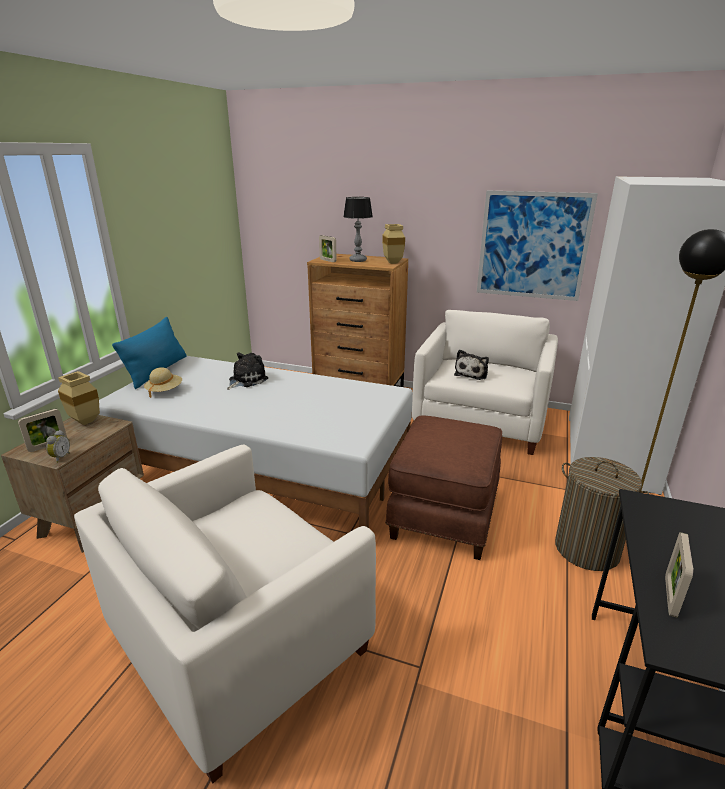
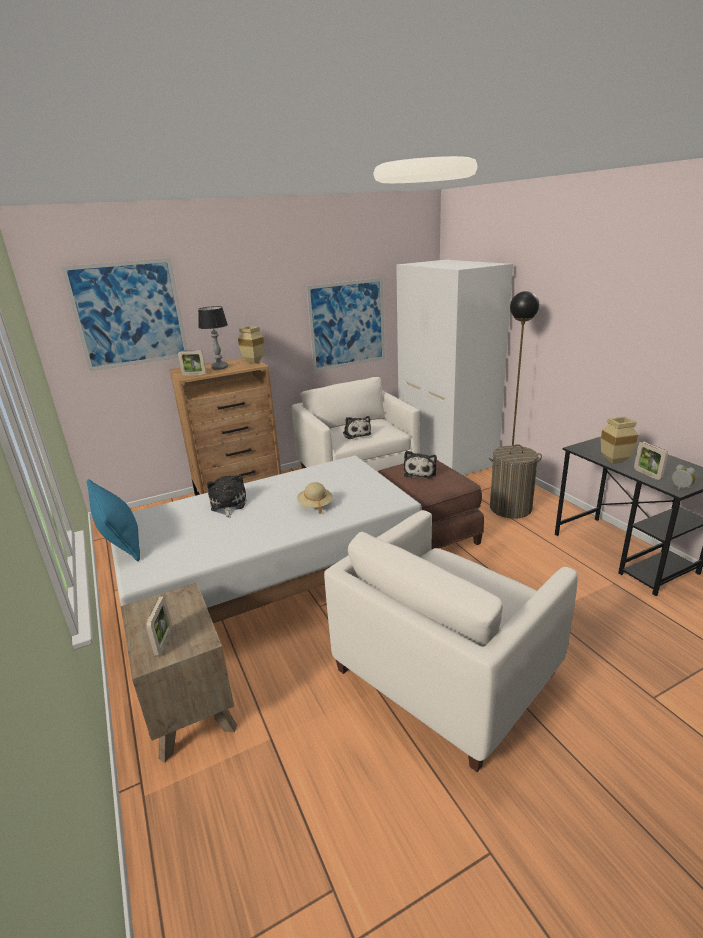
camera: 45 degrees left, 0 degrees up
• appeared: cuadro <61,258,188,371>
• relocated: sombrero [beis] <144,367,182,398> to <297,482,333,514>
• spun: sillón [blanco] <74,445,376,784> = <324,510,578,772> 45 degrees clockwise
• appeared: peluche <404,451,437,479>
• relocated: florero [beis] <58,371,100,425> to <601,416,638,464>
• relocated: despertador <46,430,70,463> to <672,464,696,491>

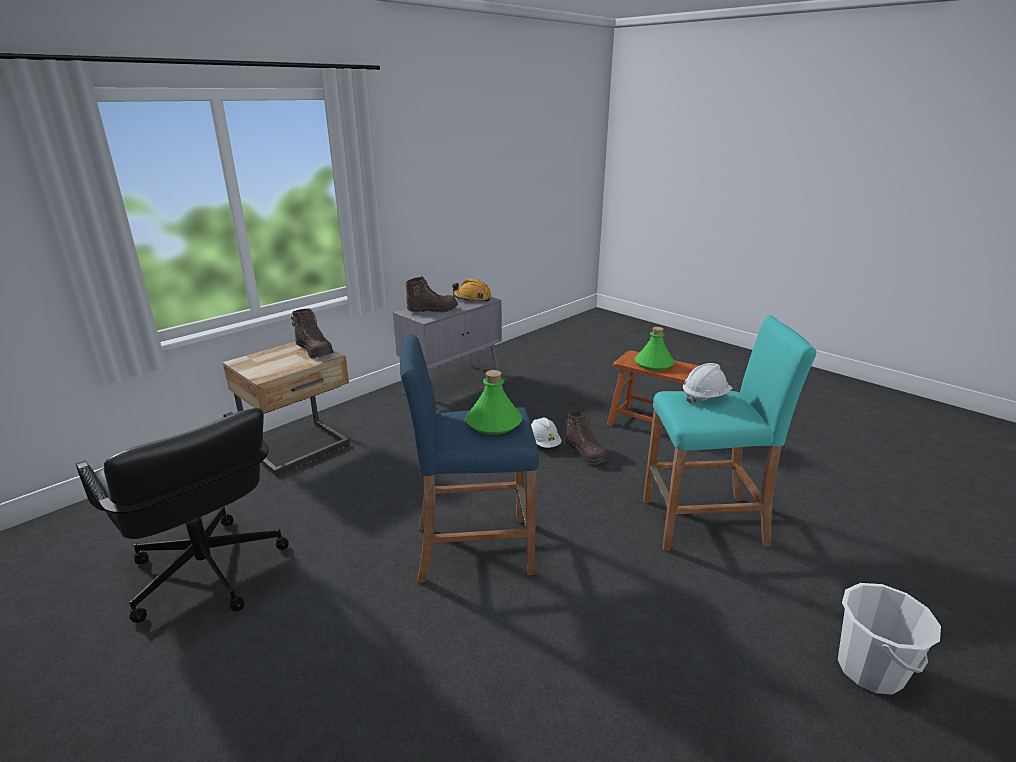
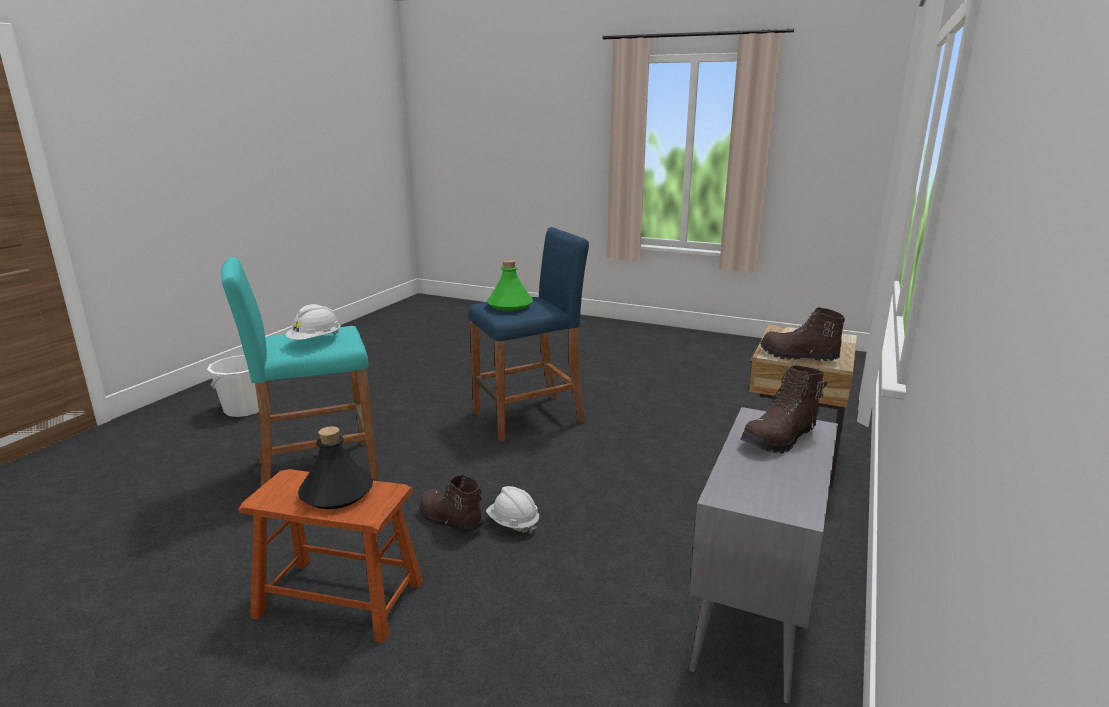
camera: 160 degrees right, 5 degrees down
• colour: botella [verde] <635,327,674,371> to botella [negro] <298,426,373,509>
• missing: silla de oficina [negro] <76,408,289,623>
• missing: casco [naranja] <452,279,492,302>

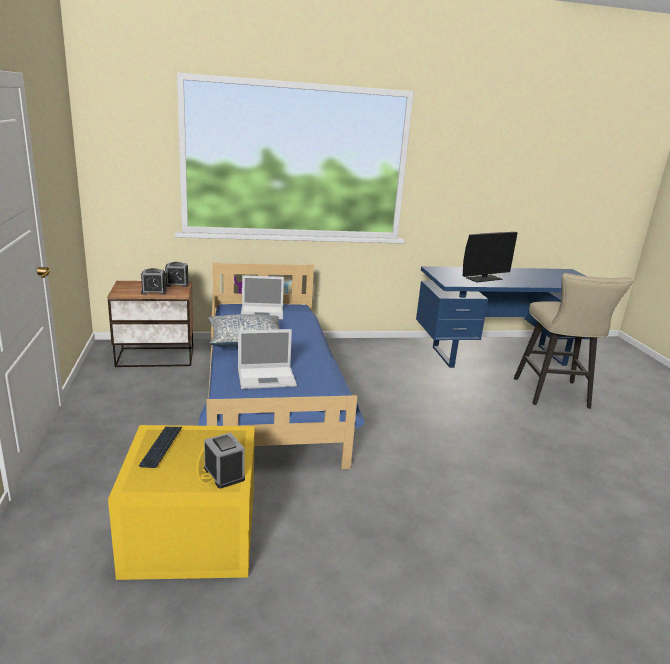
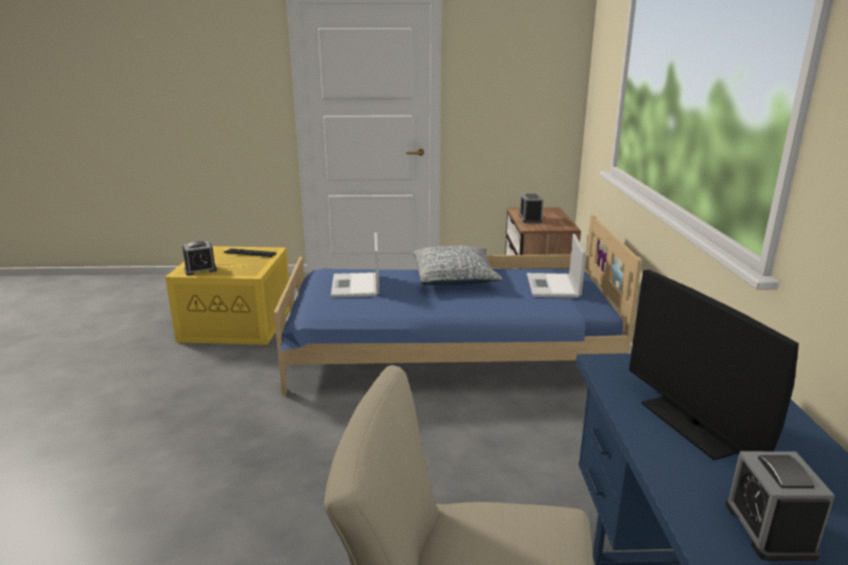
camera: 100 degrees right, 0 degrees up
• relocated: despertador <165,262,189,287> to <726,451,835,561>

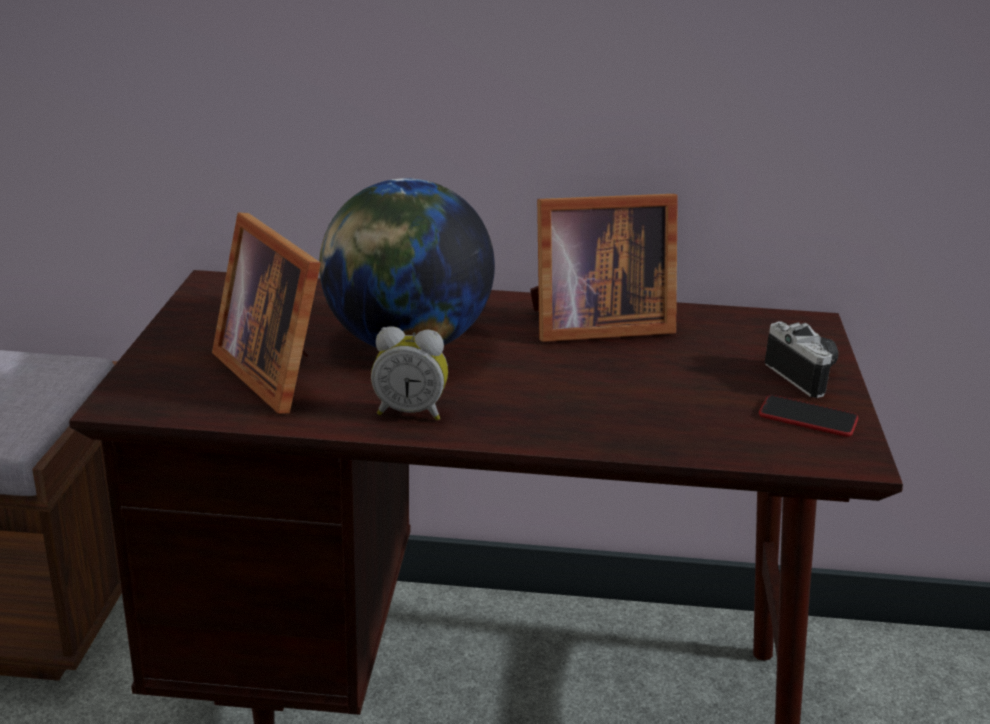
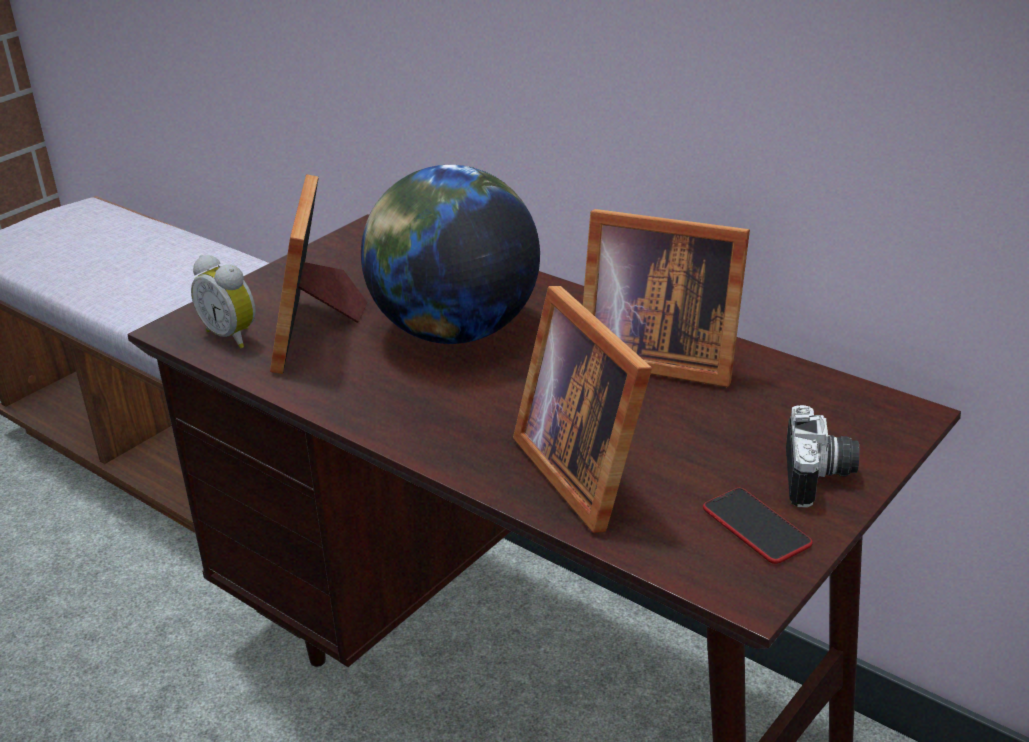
camera: 35 degrees right, 5 degrees up
• relocated: despertador <371,326,448,420> to <191,255,255,348>
• appeared: portarretratos <513,286,652,533>

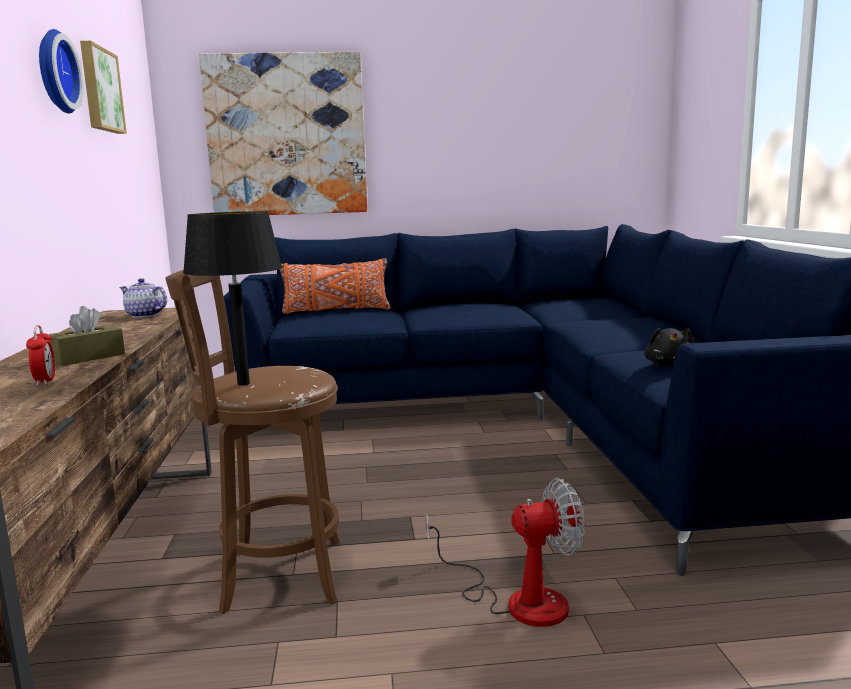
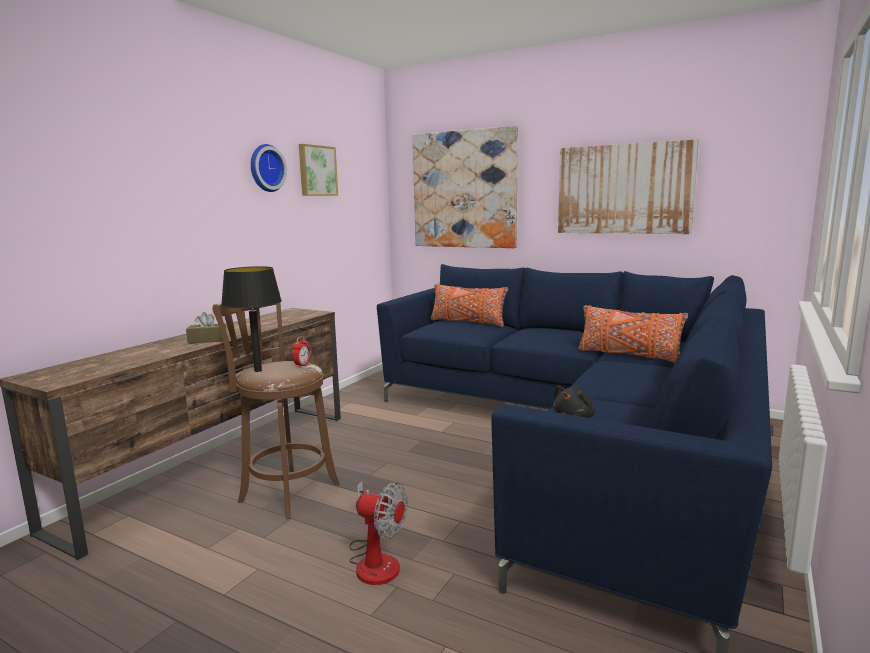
camera: 35 degrees right, 0 degrees up
• relocated: despertador <26,325,55,386> to <293,336,310,368>
• appeared: cuadro <558,139,699,234>
• appeared: cojín [naranja] <579,305,688,363>
• missing: tetera <119,278,167,318>

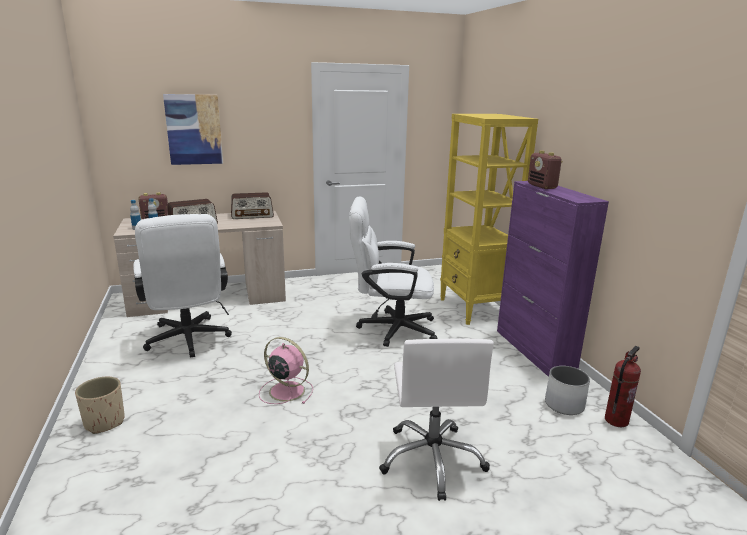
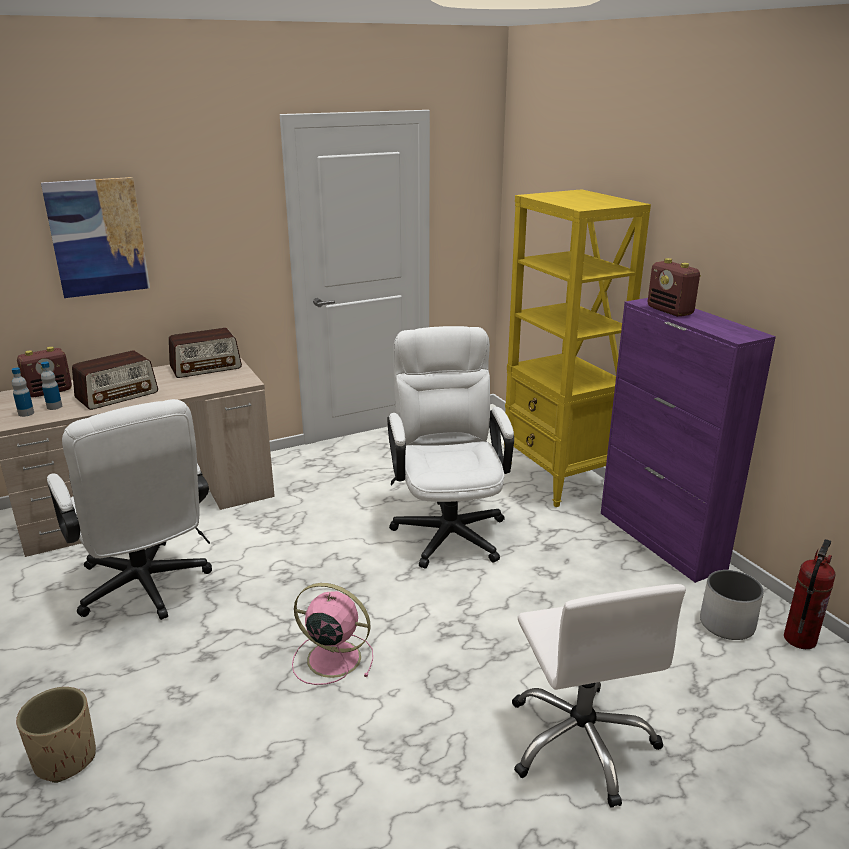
camera: 10 degrees left, 5 degrees up
• spun: silla de oficina [blanco] <349,196,437,347> = <387,326,514,569> 90 degrees clockwise

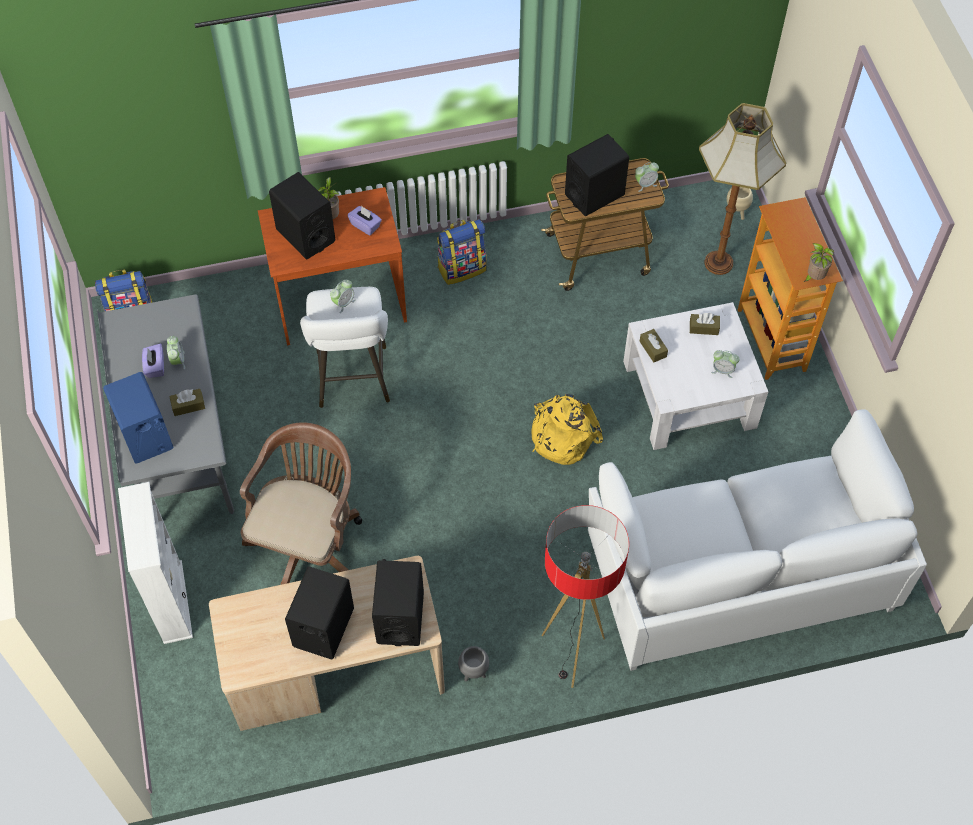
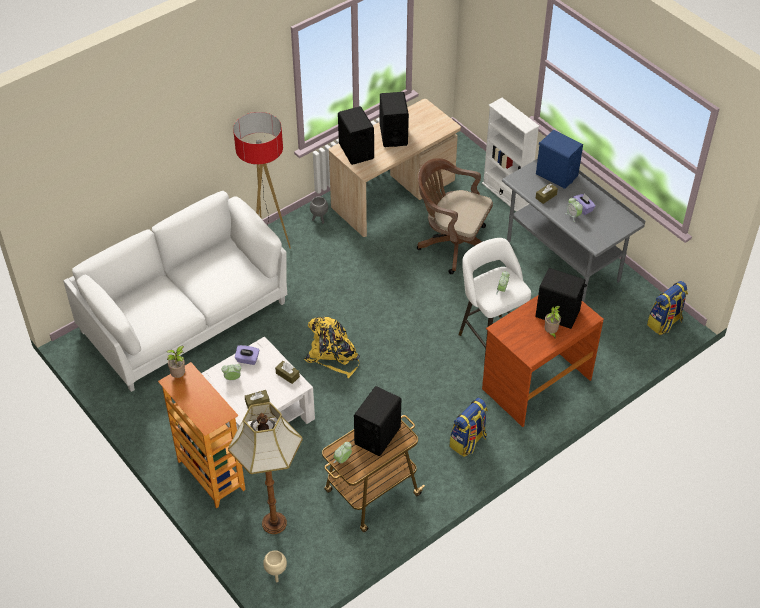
camera: 155 degrees right, 10 degrees down
• relocated: caja de pañuelos [morado] <348,206,382,235> to <235,345,260,365>
• spun: silla de oficina [marrón] <240,422,362,585> = <417,158,493,274> 120 degrees clockwise

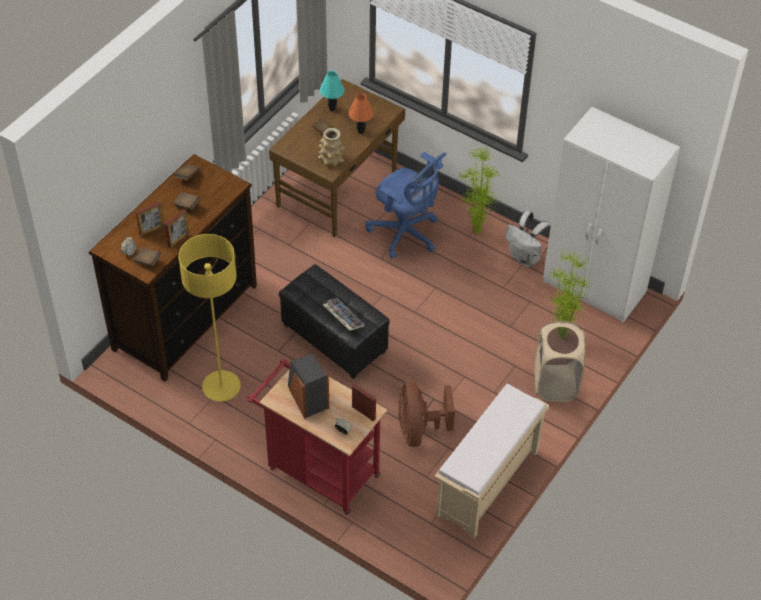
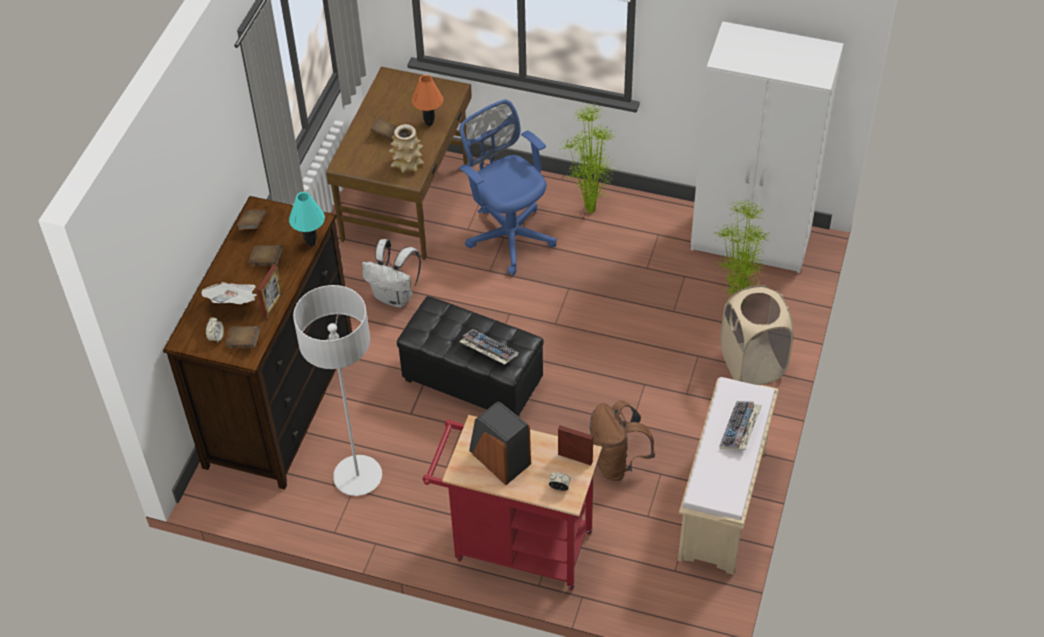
camera: 15 degrees left, 0 degrees up
• exchanged: portarretratos <136,202,165,236> to periódico <201,282,257,304>
• relocated: lámpara de mesa [turquesa] <320,71,345,111> to <289,192,325,246>
• colour: lámpara de pie [amarillo] <178,234,241,401> to lámpara de pie [gris] <293,285,382,496>
• relocated: mochila [blanco] <505,211,551,267> to <362,239,421,308>
• spun: silla de oficina [azul] <366,152,447,259> = <459,100,557,276> 150 degrees counterclockwise
• exchanged: ventilador [marrón] <398,381,455,447> to mochila [marrón] <589,401,655,481>
• appeared: teclado <719,401,762,450>

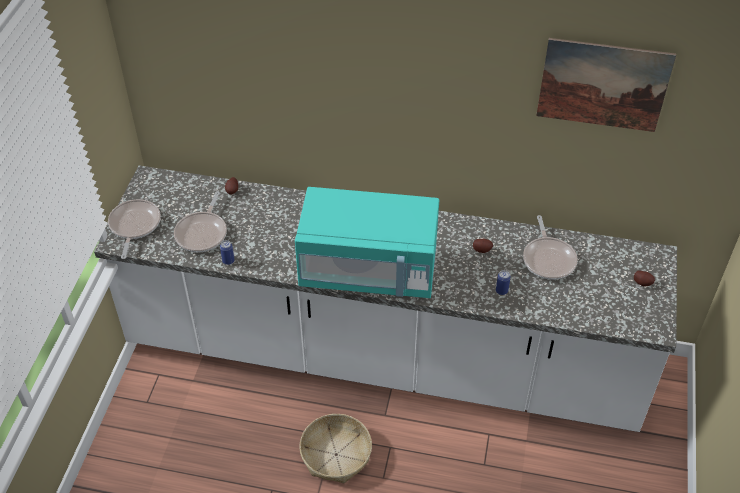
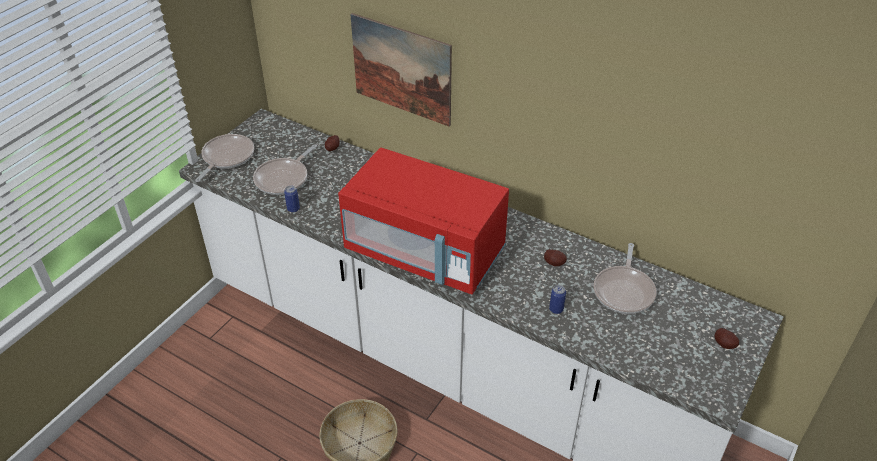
camera: 20 degrees right, 5 degrees down
• colour: microondas [turquesa] <295,187,439,298> to microondas [rojo] <338,148,509,295>
• relocated: cuadro <536,38,676,132> to <350,13,452,127>

